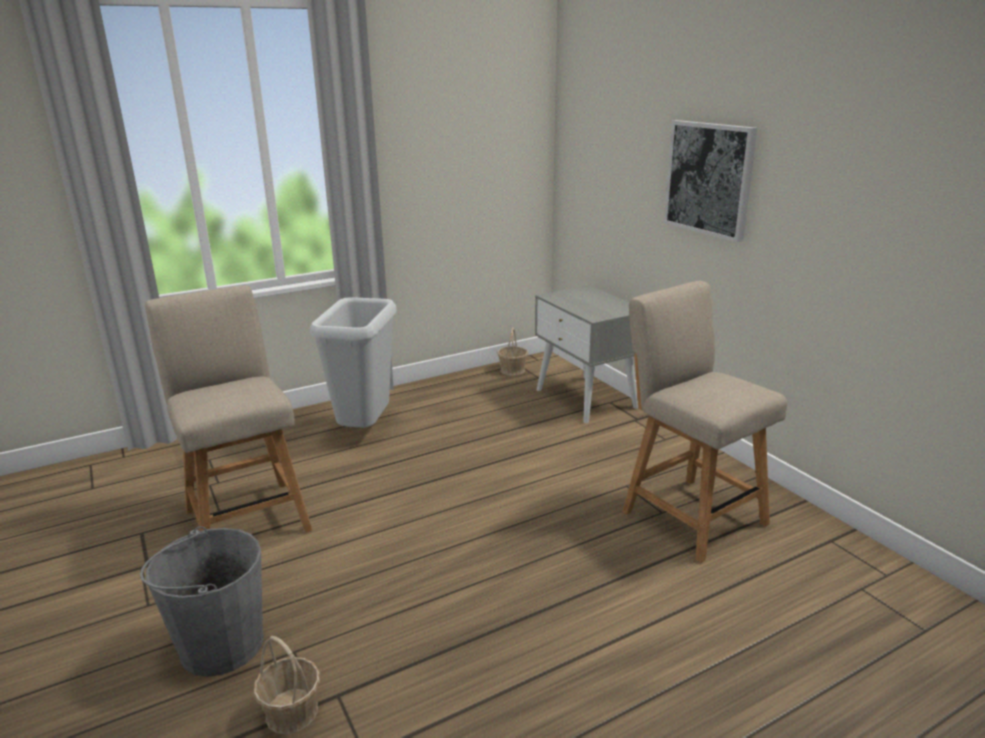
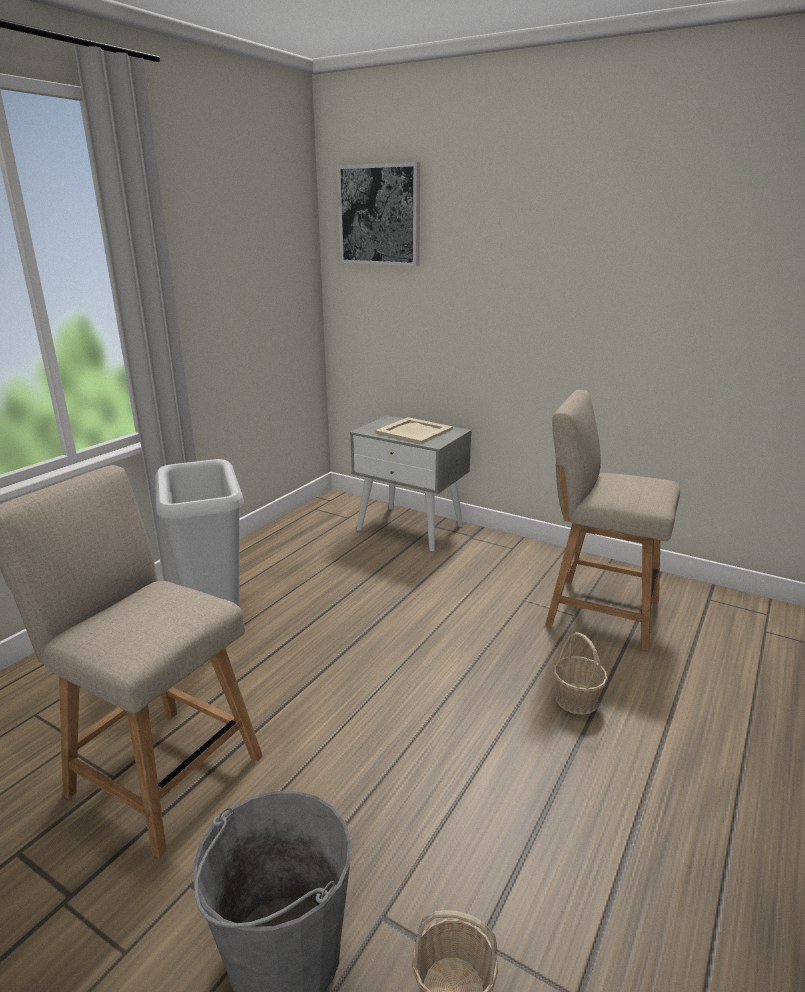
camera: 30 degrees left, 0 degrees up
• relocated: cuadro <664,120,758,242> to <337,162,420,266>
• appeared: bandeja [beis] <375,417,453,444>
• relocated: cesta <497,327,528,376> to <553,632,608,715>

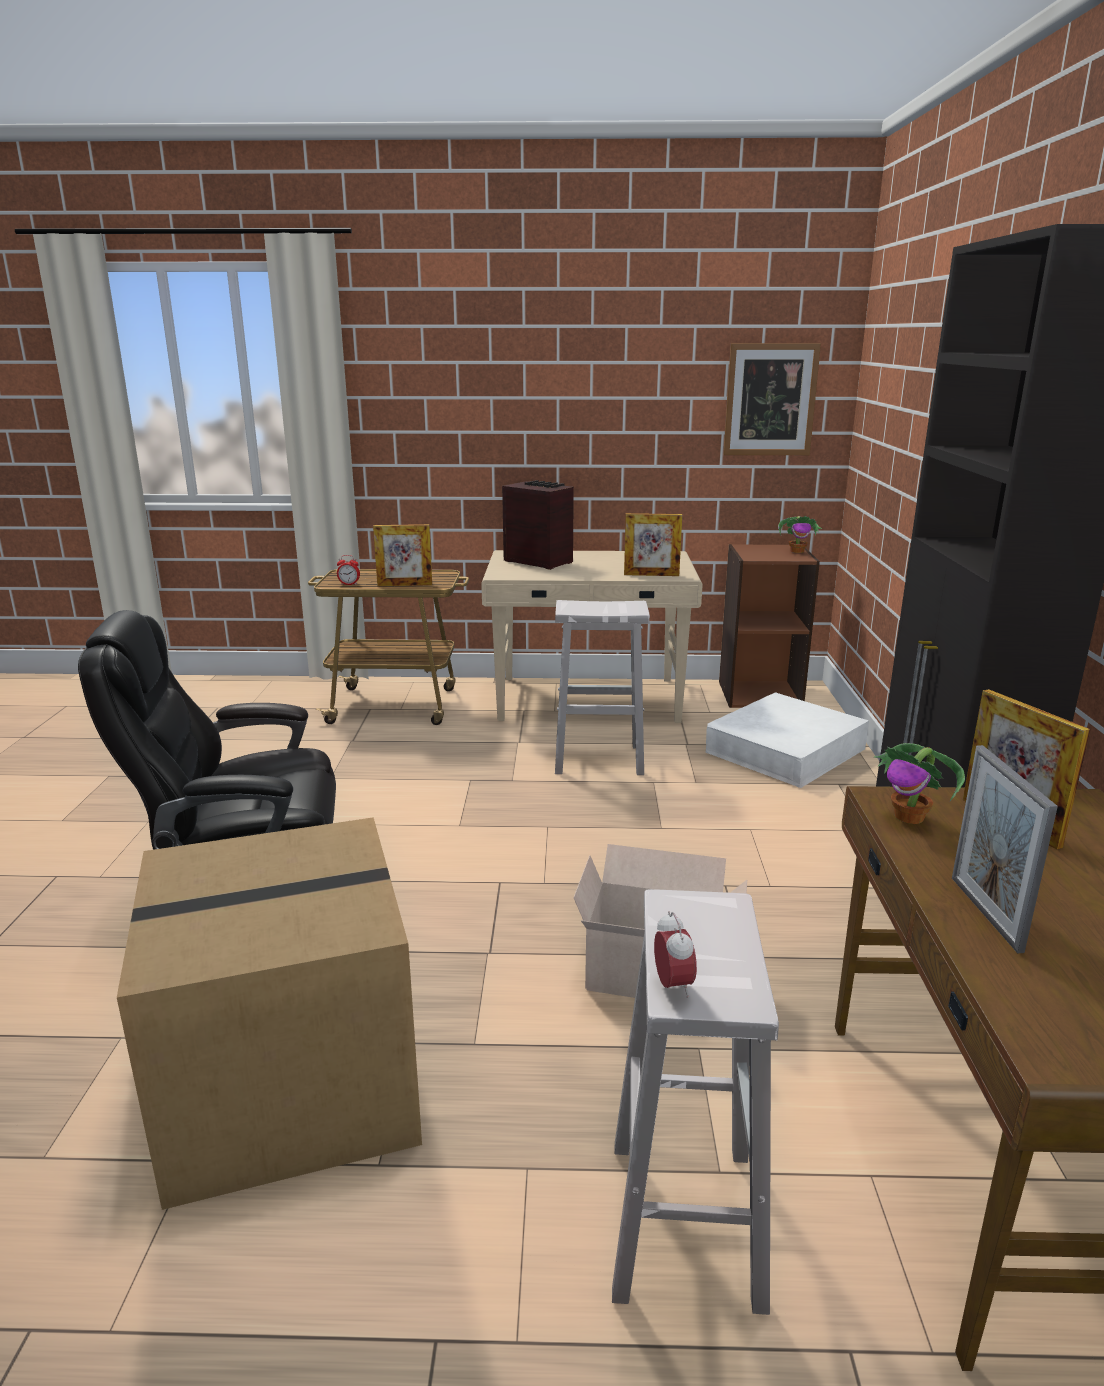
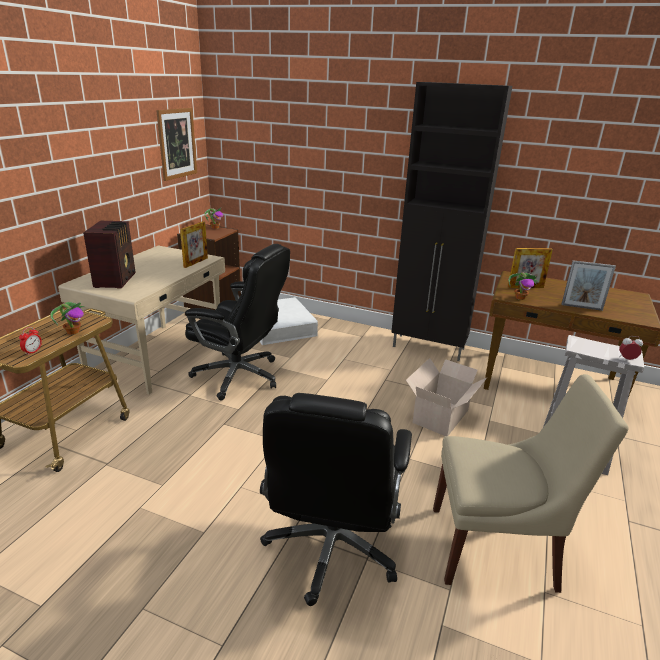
camera: 70 degrees left, 5 degrees up
• exchanged: portarretratos <373,524,432,586> to planta en maceta <50,302,84,335>
• spun: radio <502,480,574,570> = <83,221,136,289> 120 degrees clockwise
• exchanged: taburete [blanco] <555,600,650,775> to silla de oficina [negro] <185,244,290,400>
• exchanged: caja de cartón <117,817,422,1210> to silla [beis] <433,374,629,593>

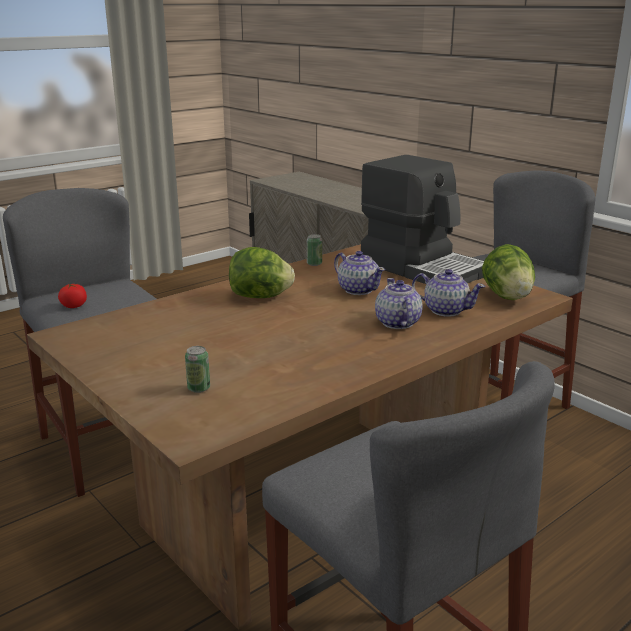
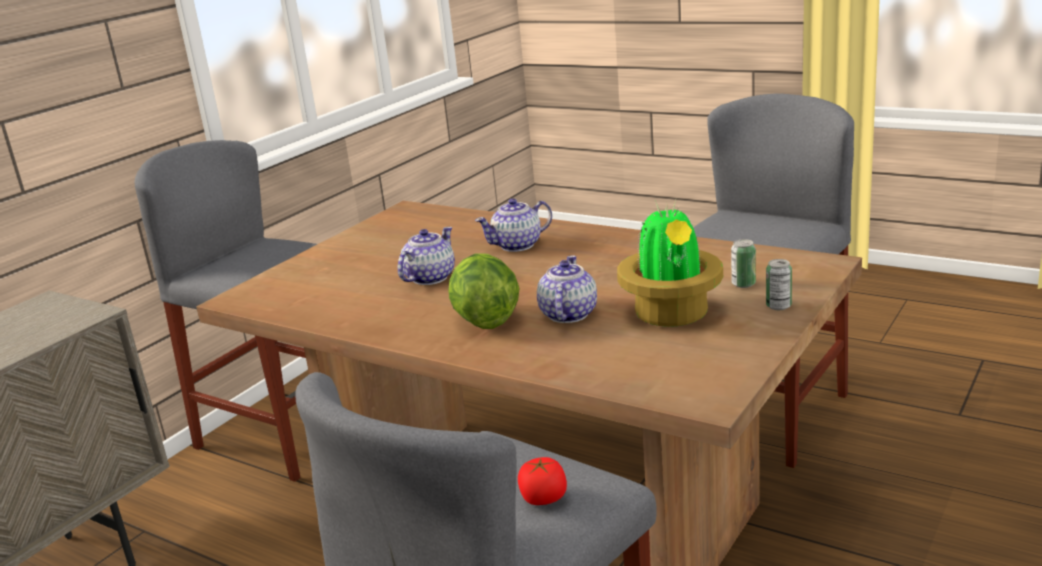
camera: 105 degrees left, 0 degrees up
• relocated: tetera <412,269,485,317> to <537,255,597,323>
• appeared: planta en maceta <617,200,723,327>
• relocated: lata <307,234,322,266> to <766,259,792,310>
• missing: cafetera <361,155,484,284>
• missing: lechuga <482,244,535,300>

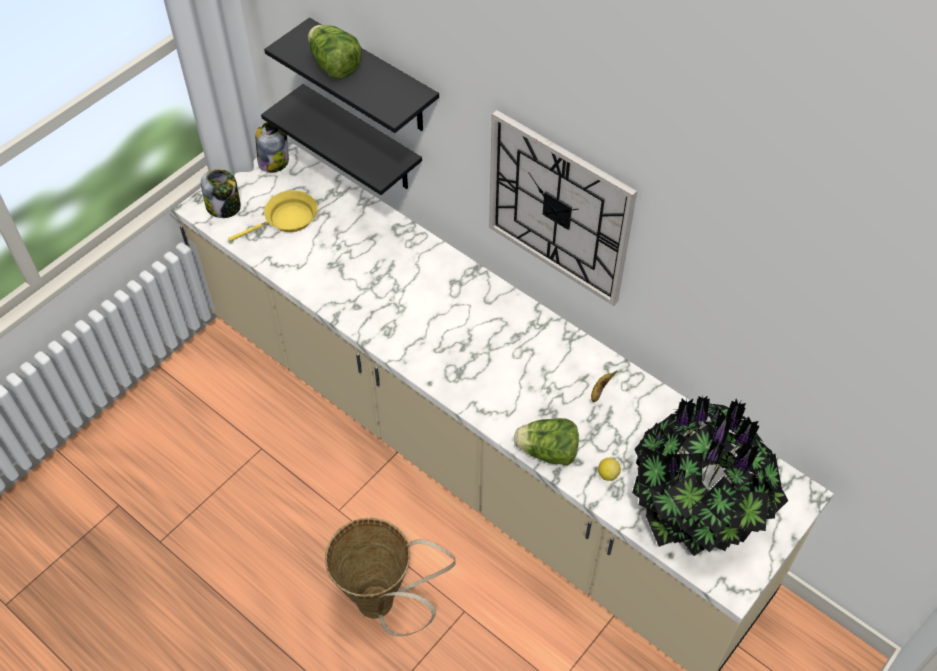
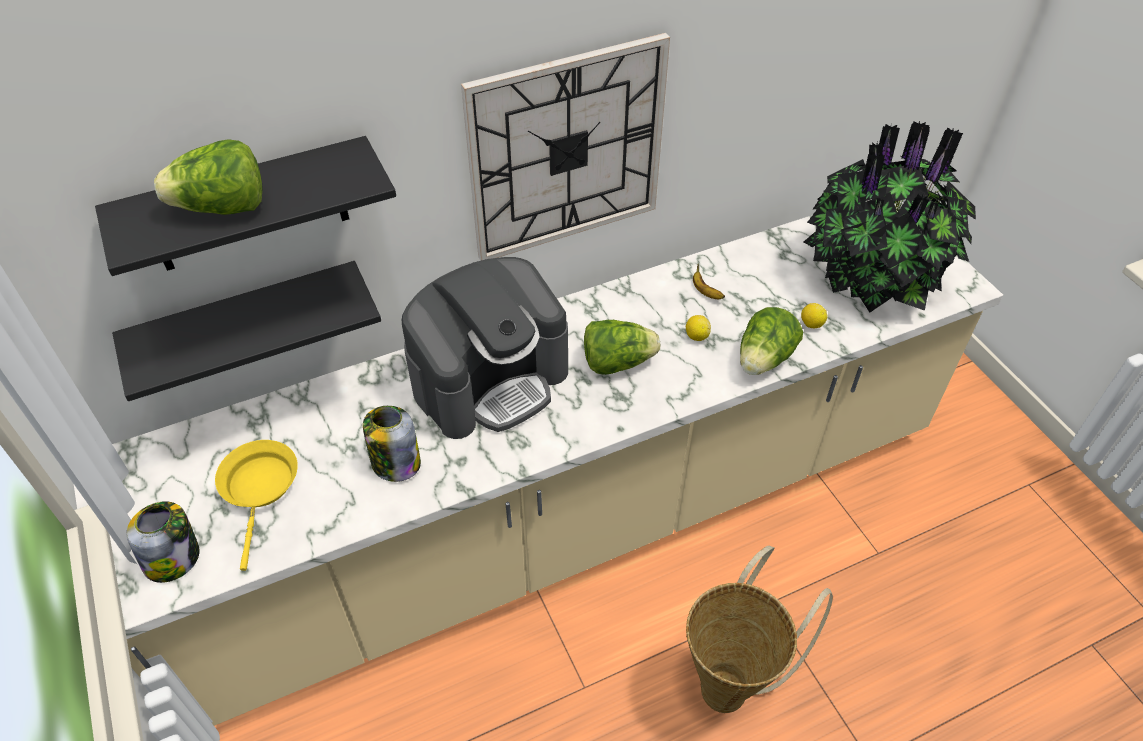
camera: 65 degrees left, 5 degrees down
• relocated: tarro <256,122,289,173> to <363,406,421,482>
• appeared: cafetera <402,257,568,439>
• appeared: lechuga <584,320,660,375>
• appeared: limón <686,315,711,341>

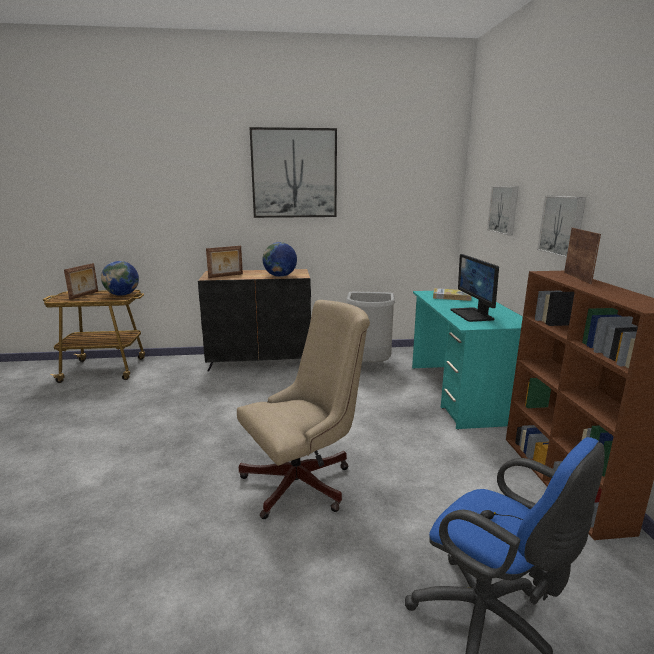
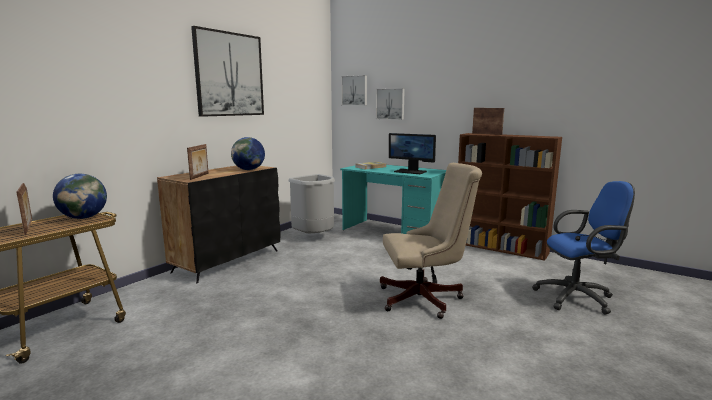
camera: 50 degrees left, 5 degrees down
• relocated: cuadro <537,196,586,258> to <341,75,367,105>
• spun: silla de oficina [beis] <237,300,370,519> = <380,163,482,319> 75 degrees clockwise

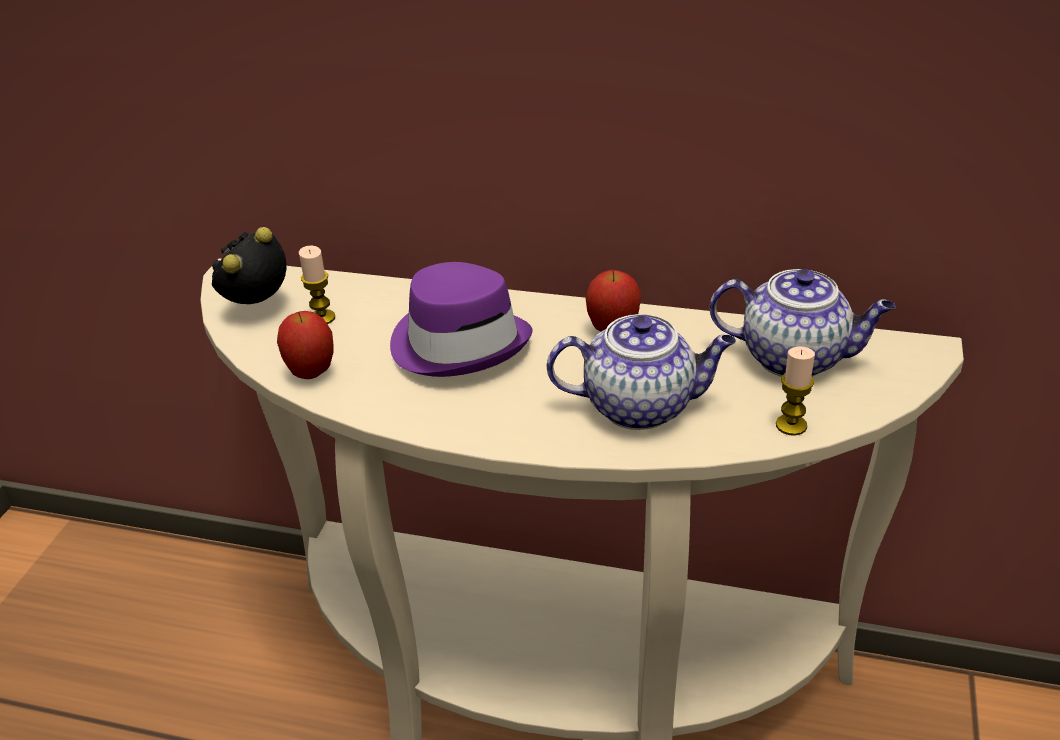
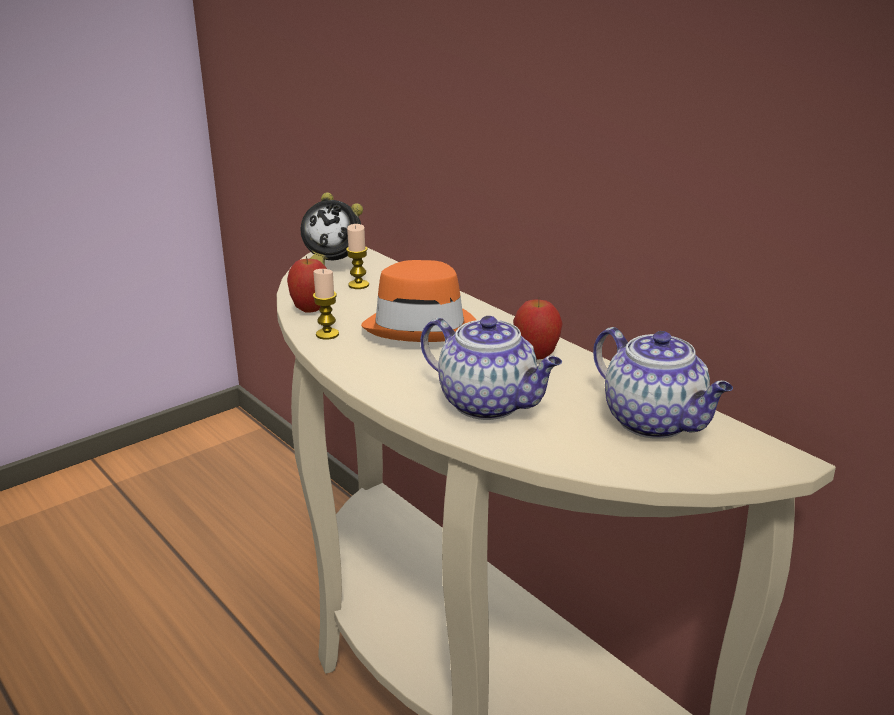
camera: 35 degrees right, 10 degrees down
• spun: despertador <212,227,286,304> = <301,192,363,265> 150 degrees counterclockwise
• relocated: vela <776,347,815,436> to <313,269,339,340>
• colour: sombrero [morado] <390,262,533,377> to sombrero [naranja] <361,260,476,342>

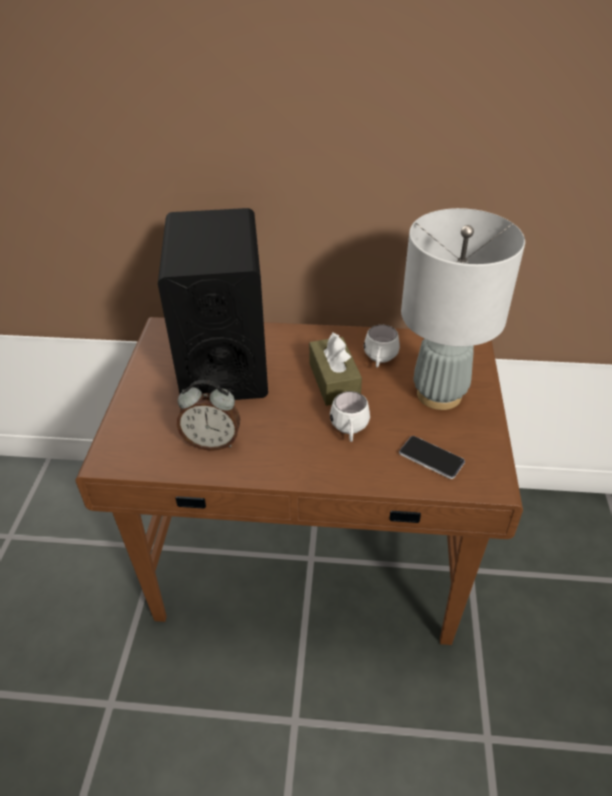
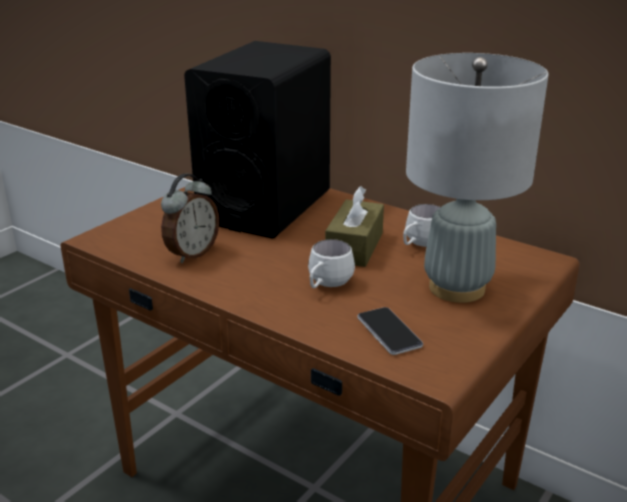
camera: 30 degrees right, 15 degrees down
• spun: despertador <177,380,240,451> = <161,174,219,263> 90 degrees counterclockwise

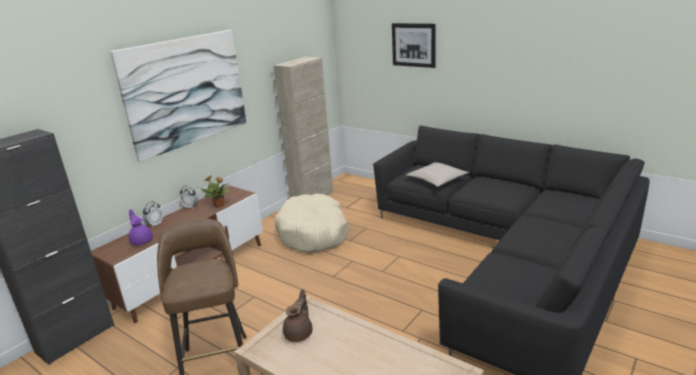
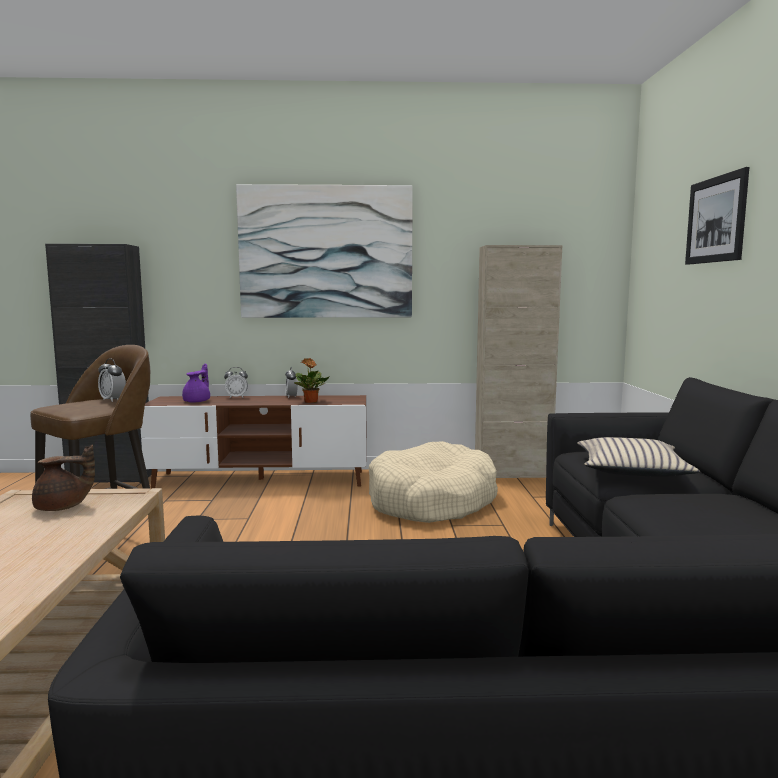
camera: 50 degrees right, 15 degrees down
• appeared: despertador <98,358,126,402>

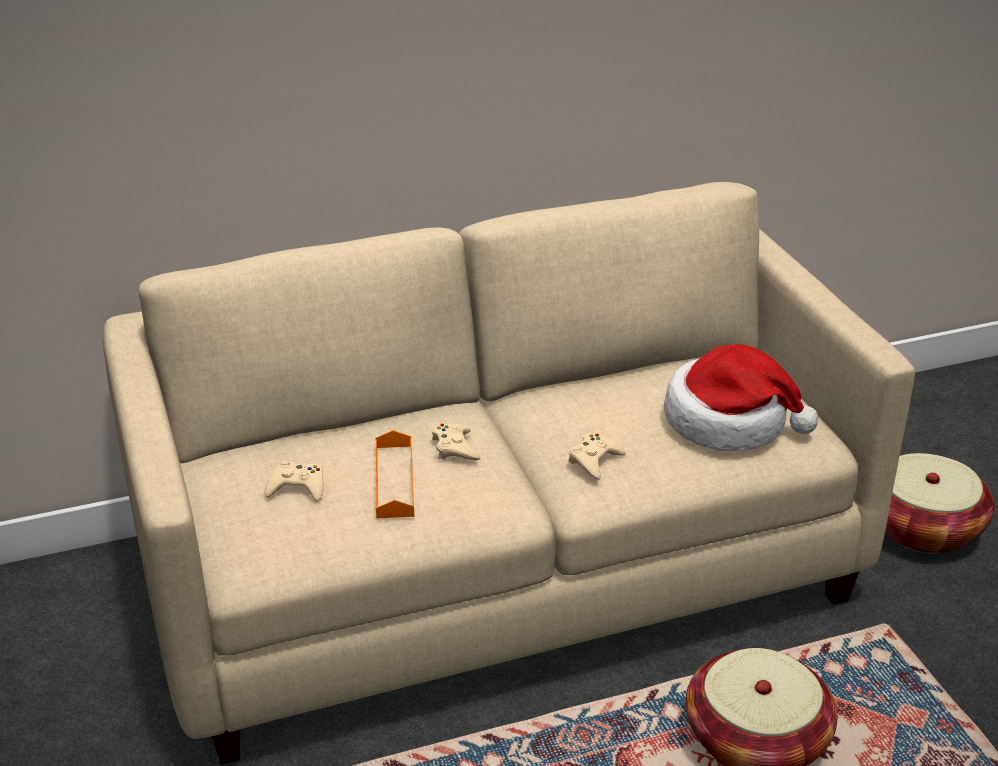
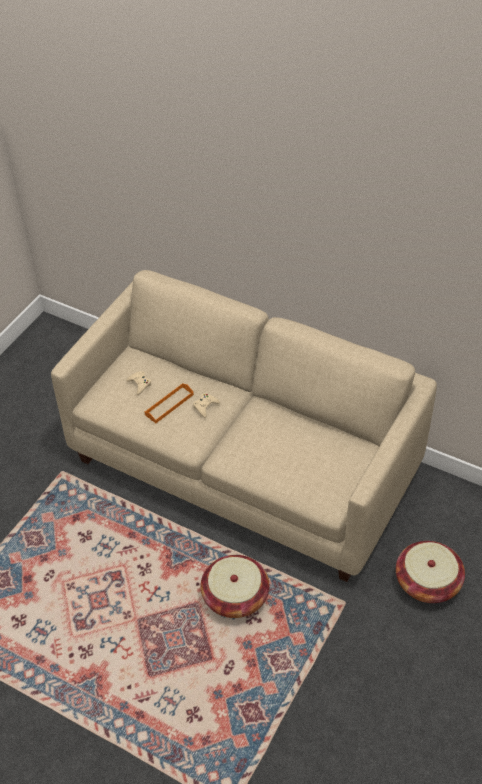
camera: 50 degrees right, 15 degrees up
• missing: mando de consola [beis] <568,433,626,480>
• missing: sombrero <664,344,818,451>

